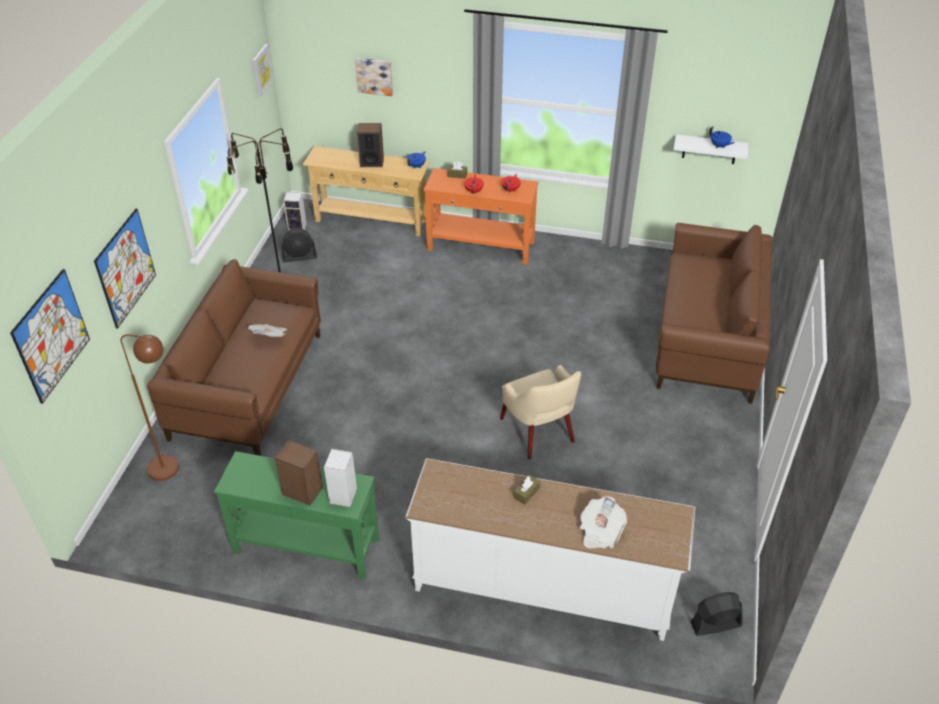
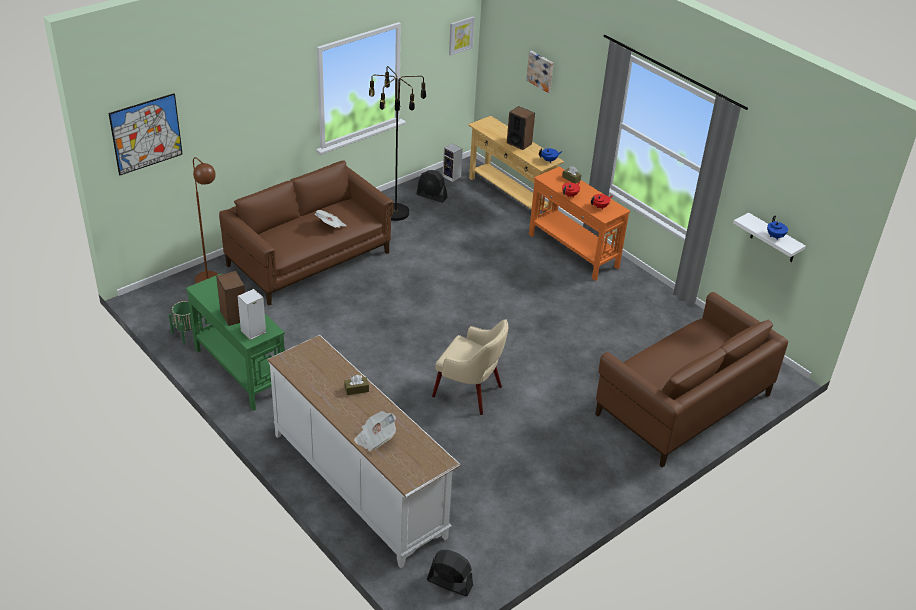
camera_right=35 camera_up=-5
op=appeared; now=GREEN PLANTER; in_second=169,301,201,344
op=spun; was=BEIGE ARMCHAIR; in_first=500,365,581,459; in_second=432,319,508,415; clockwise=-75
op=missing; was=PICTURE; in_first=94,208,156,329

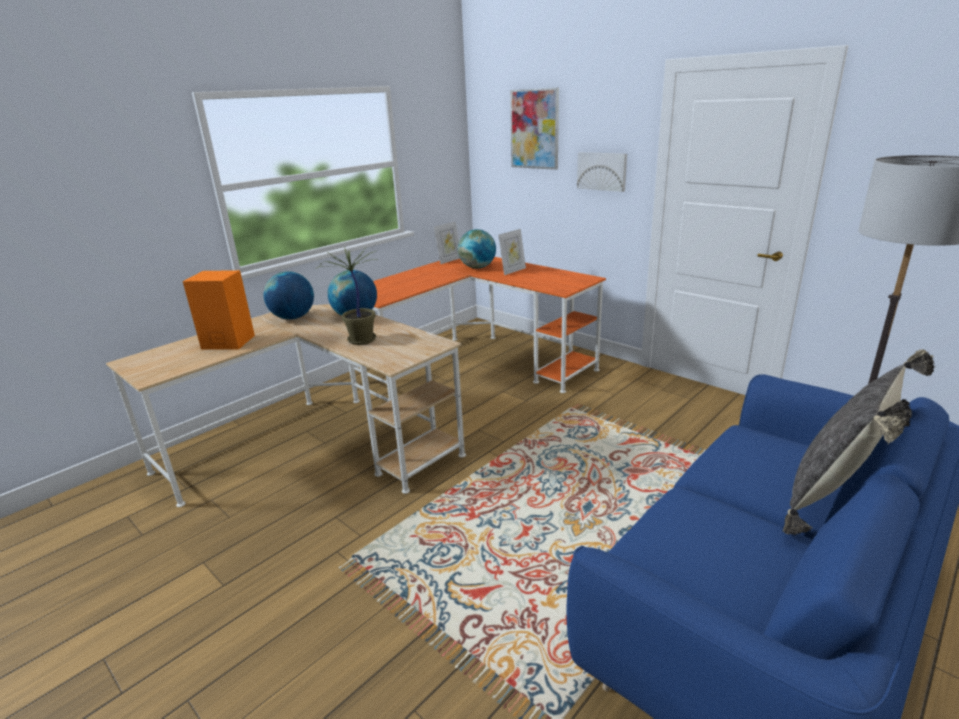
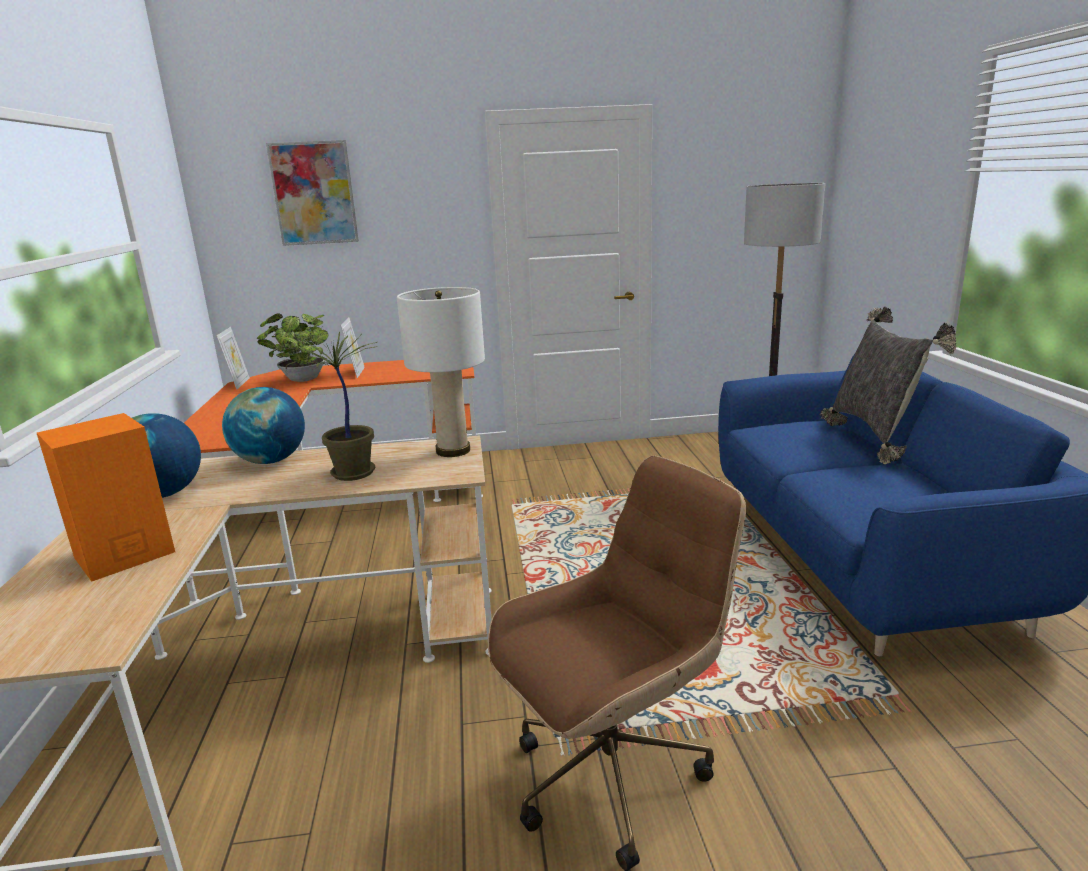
camera_right=-50 camera_up=-5
op=exchanged; was=GLOBE; now=POTTED PLANT; in_first=458,229,496,269; in_second=257,314,328,382
op=appeared; now=WHITE TABLE LAMP; in_second=397,287,485,457
op=appeared; now=BROWN OFFICE CHAIR; in_second=488,456,746,871
op=missing; was=PICTURE; in_first=577,152,627,192

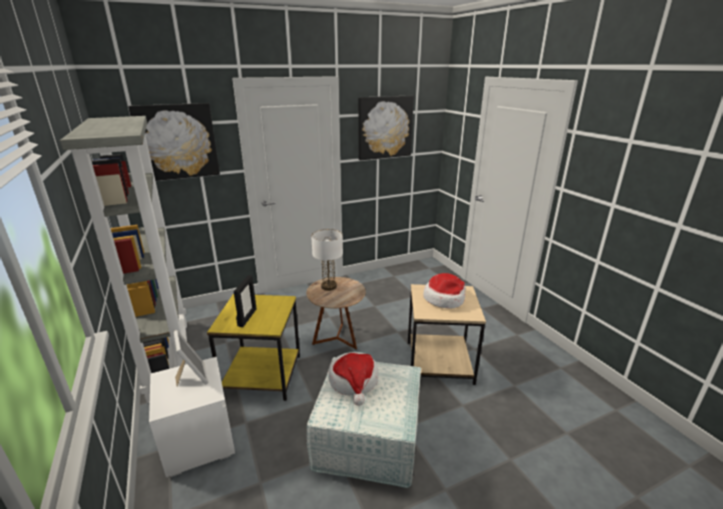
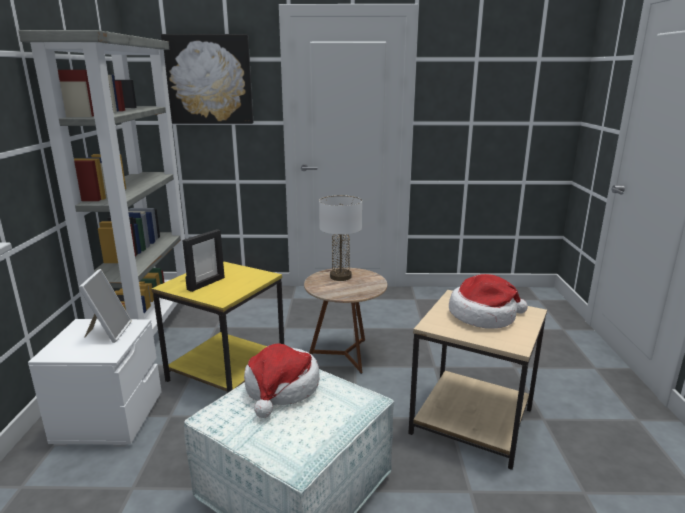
camera_right=25 camera_up=-5
op=missing; was=PICTURE; in_first=358,95,414,160

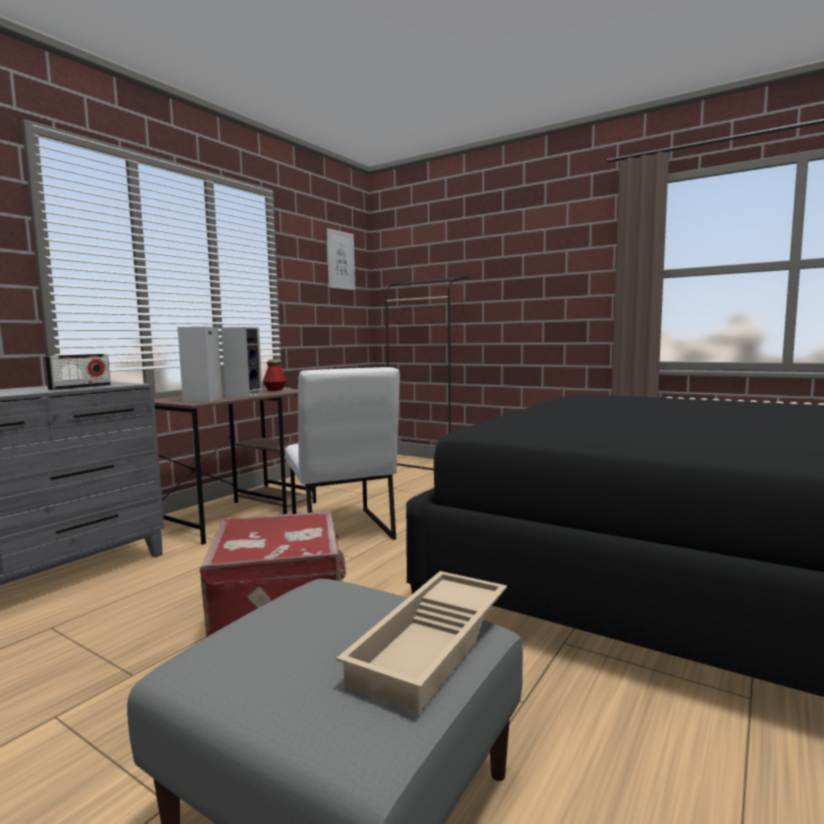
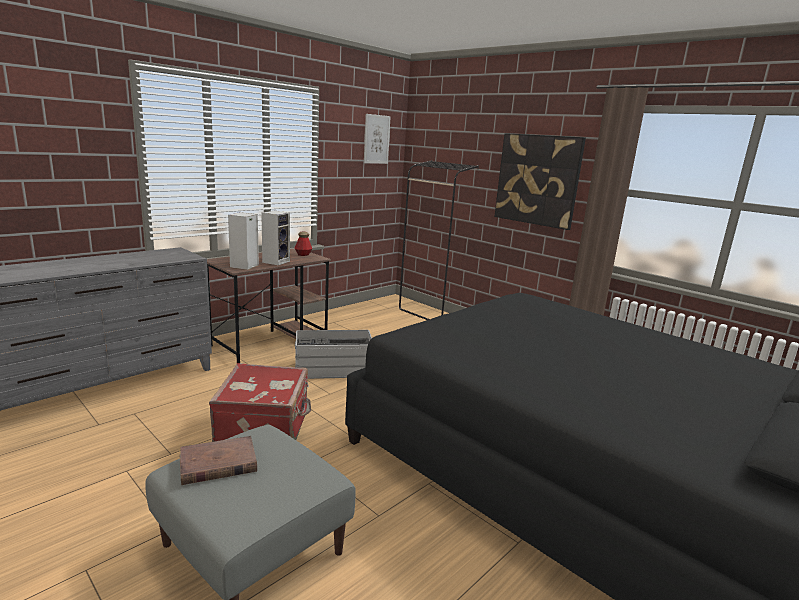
camera_right=10 camera_up=10
op=appeared; now=BROWN BOOK; in_second=180,436,257,485
op=exchanged; was=WHITE CHAIR; now=GREY STORAGE BOX; in_first=285,367,400,540; in_second=295,330,372,379
op=appeared; now=PICTURE; in_second=494,133,586,230
op=missing; was=RADIO; in_first=44,354,111,390
op=missing; was=BEIGE TRAY; in_first=336,571,507,714

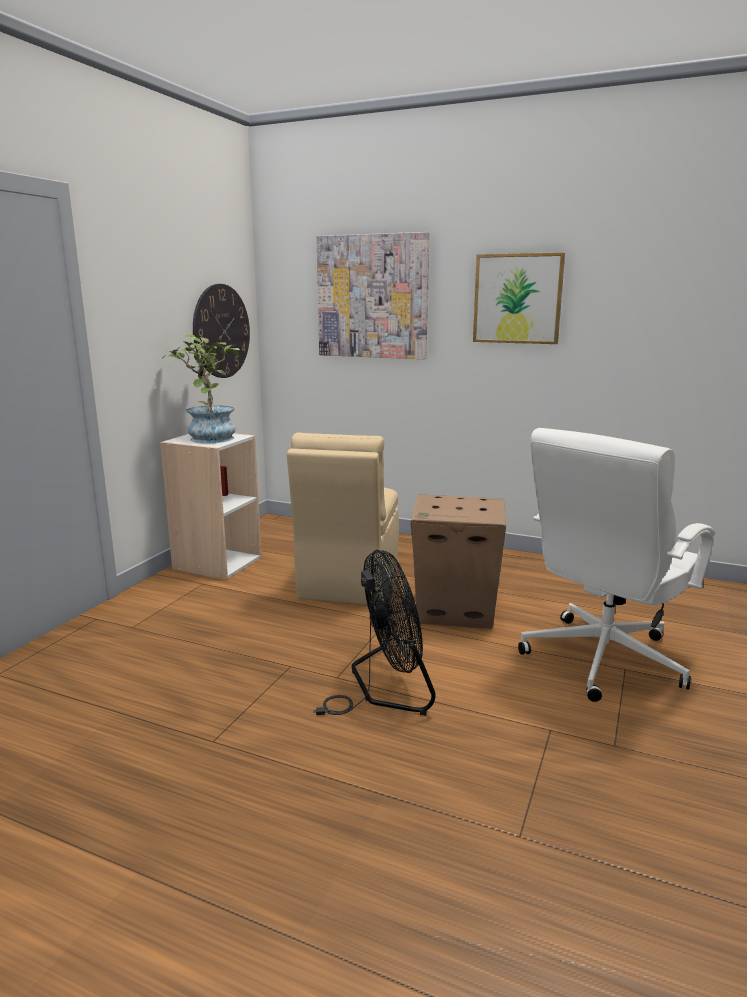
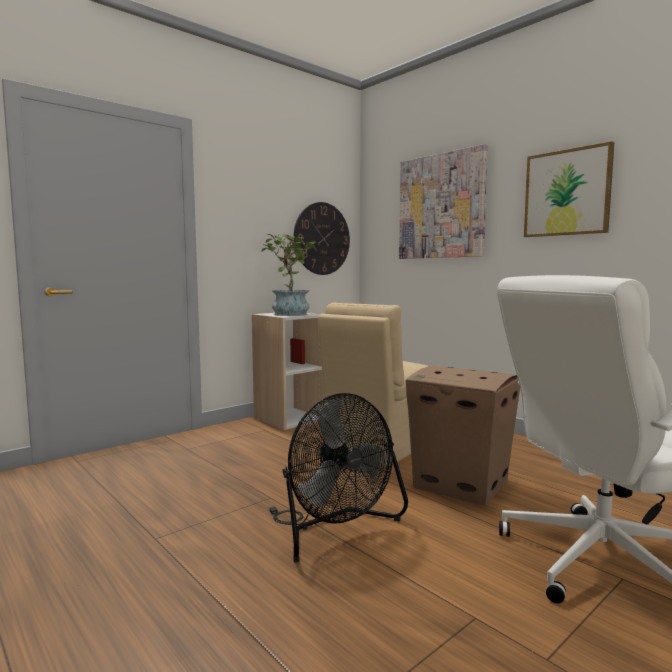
camera_right=25 camera_up=-10
op=spun; was=BLACK FAN; in_first=313,550,436,716; in_second=269,393,408,562; clockwise=45

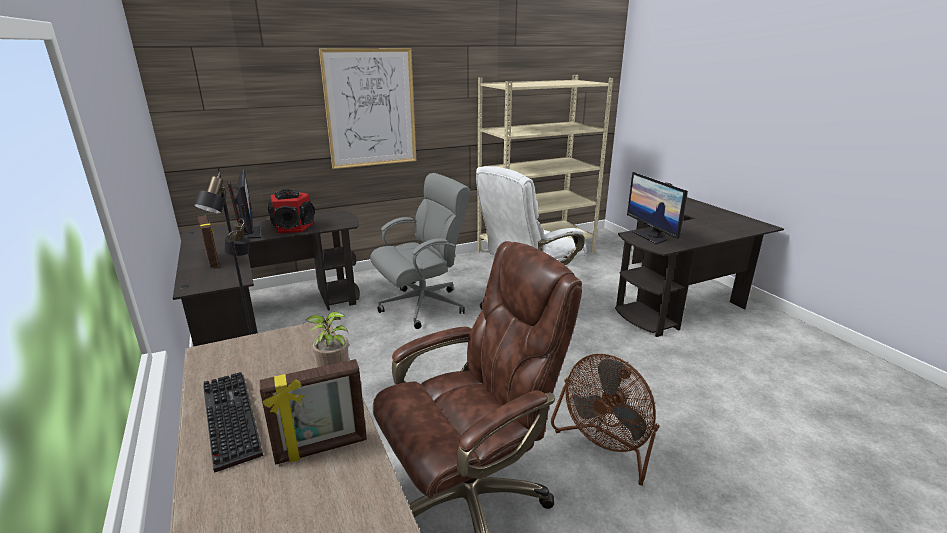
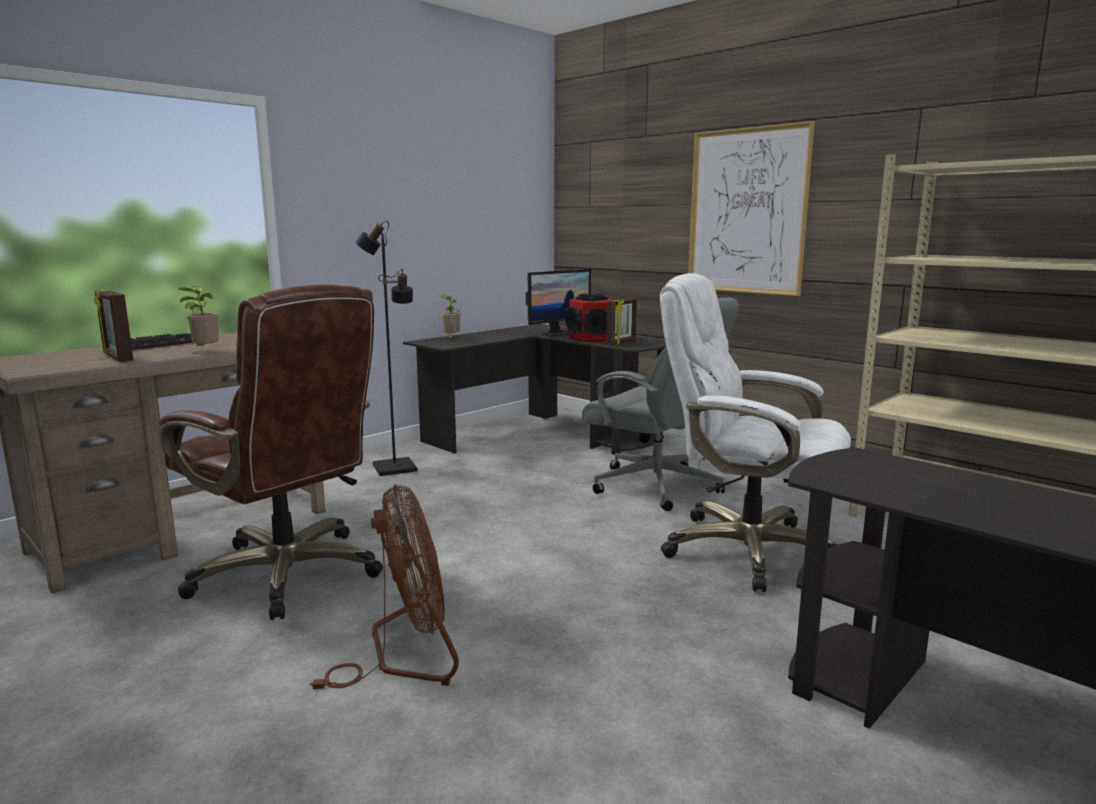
camera_right=70 camera_up=-10
op=spun; was=BROWN FAN; in_first=551,354,659,486; in_second=309,484,459,689; clockwise=135
op=appeared; now=POTTED PLANT; in_second=441,295,461,339
op=relocated; was=PICTURE FRAME; in_first=198,216,219,268; in_second=606,298,637,345
op=missing; was=MONITOR; in_first=627,172,688,245

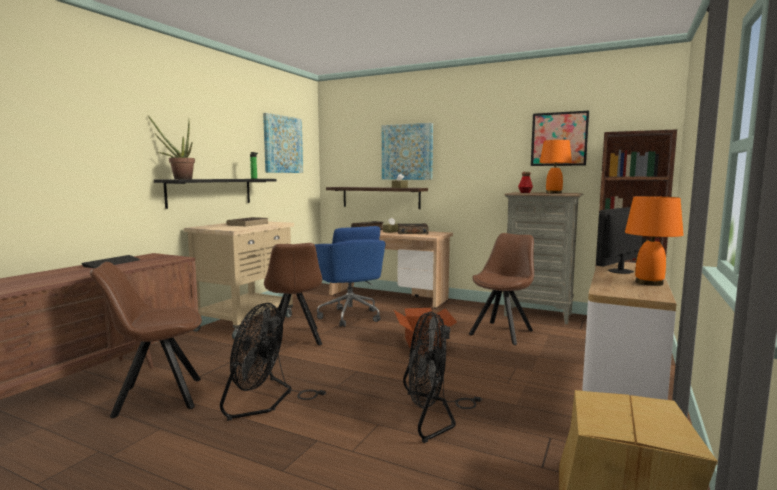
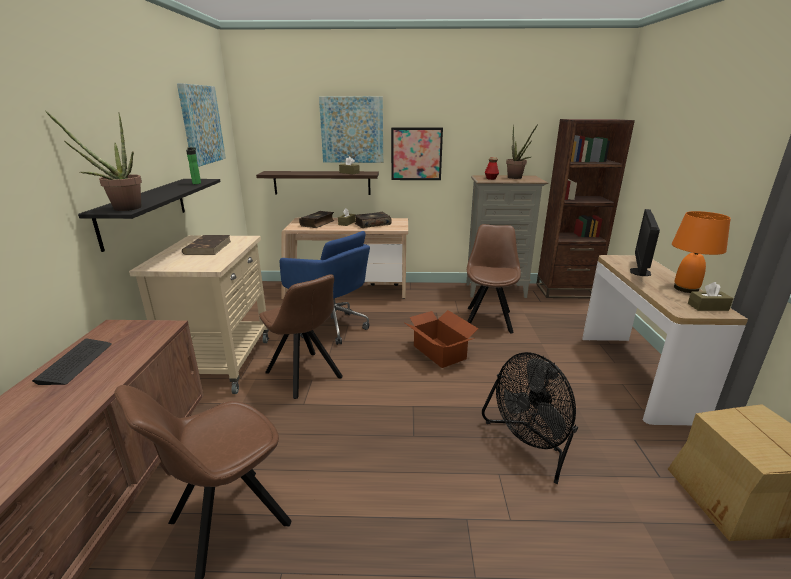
camera_right=-25 camera_up=15
op=relocated; was=PICTURE; in_first=531,111,589,166; in_second=391,127,443,180
op=exchanged; was=ORANGE TABLE LAMP; now=POTTED PLANT; in_first=539,140,572,193; in_second=506,124,538,179
op=appeared; now=BROWN TISSUE BOX; in_second=688,282,733,311
op=missing; was=BLACK FAN; in_first=220,303,326,421

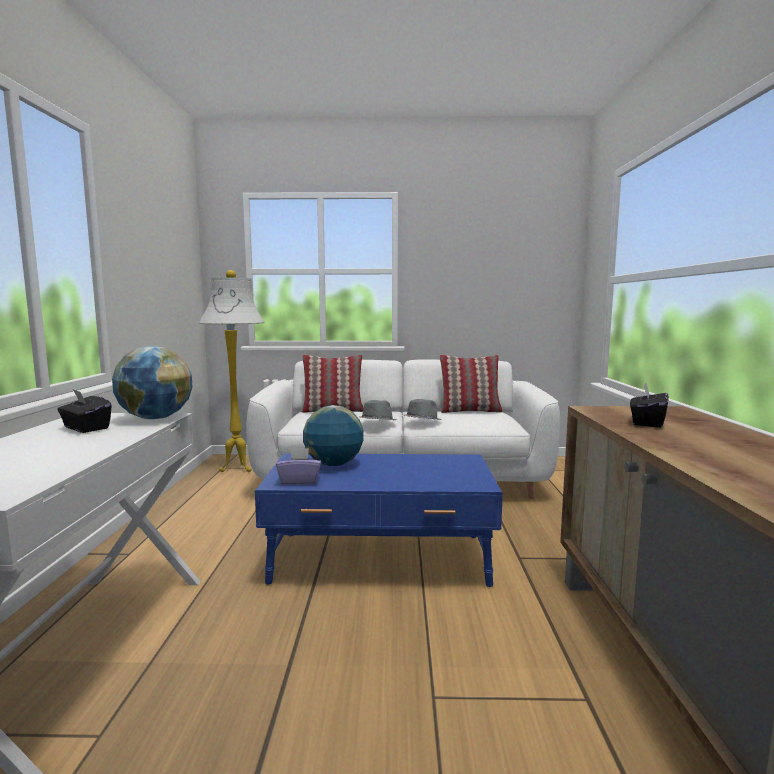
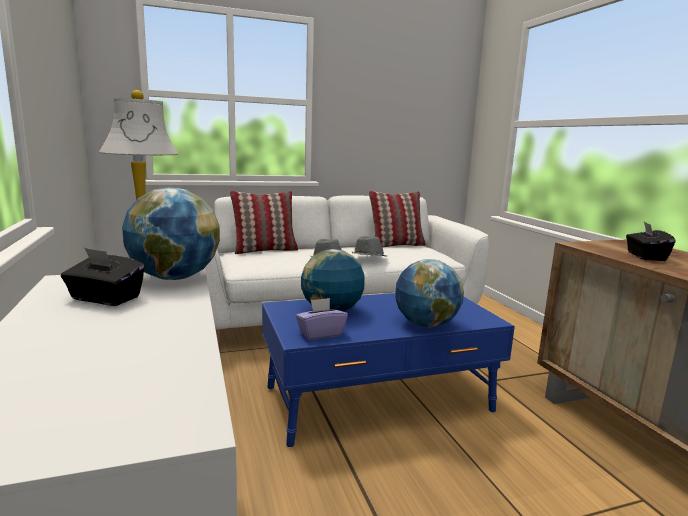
camera_right=-20 camera_up=5
op=appeared; now=GLOBE; in_second=395,259,464,327

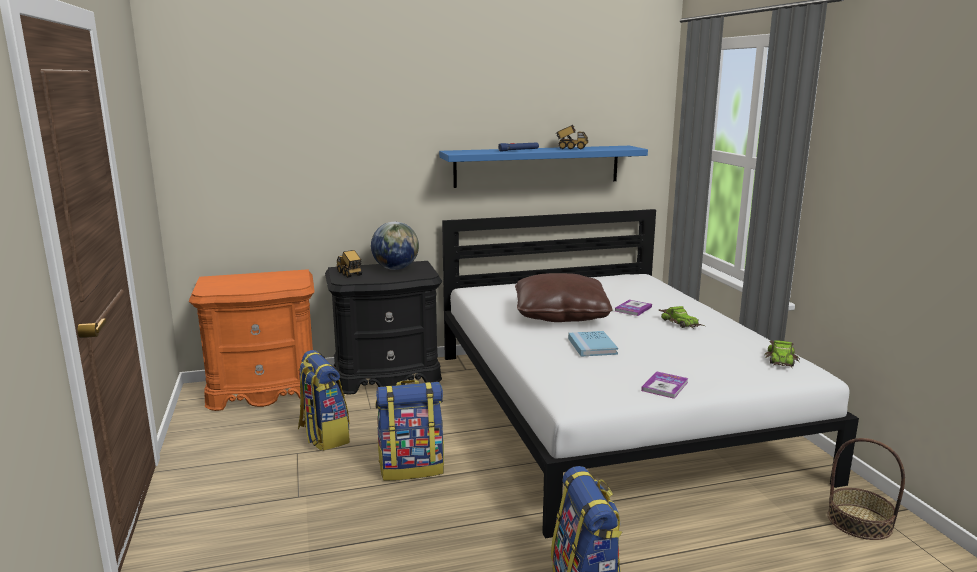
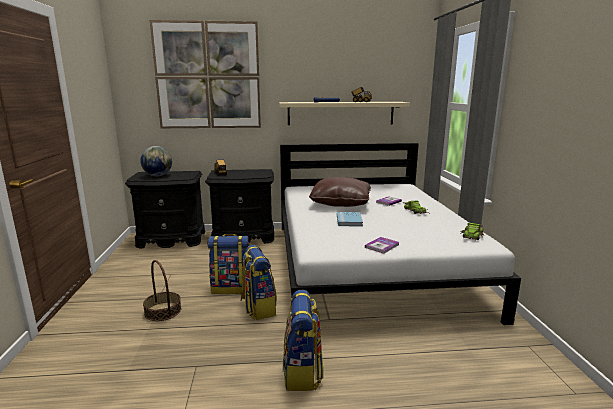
camera_right=10 camera_up=0
op=colour; was=ORANGE NIGHTSTAND; now=BLACK NIGHTSTAND; in_first=189,269,314,411; in_second=125,171,206,248
op=relocated; was=GLOBE; in_first=371,222,419,270; in_second=140,146,172,176
op=relocated; was=BASKET; in_first=828,438,905,540; in_second=143,260,182,321
op=appeared; now=PICTURE; in_second=150,20,261,128
op=relocated; was=BACKPACK; in_first=298,350,350,451; in_second=241,245,277,320
op=colour; was=BLUE SHELF; now=BEIGE SHELF; in_first=439,146,648,188; in_second=279,102,410,125

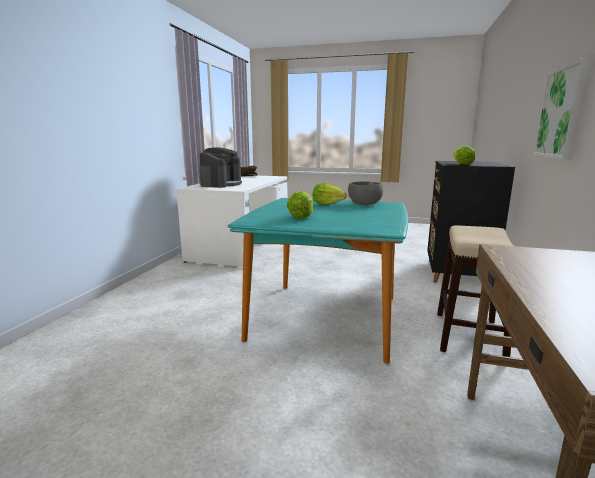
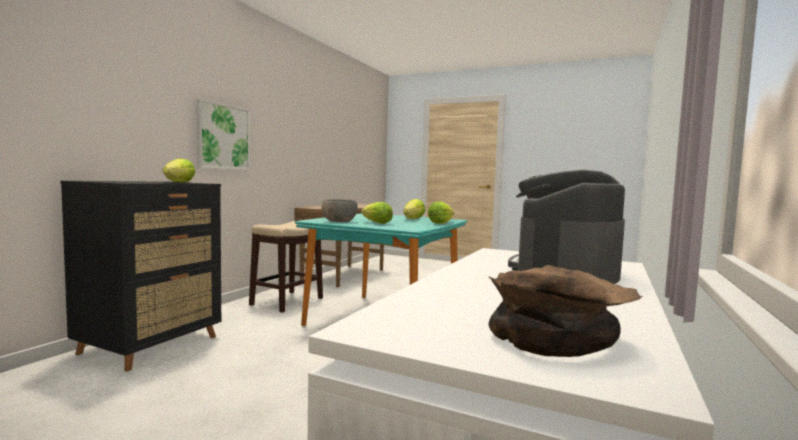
camera_right=-170 camera_up=-10
op=appeared; now=LETTUCE; in_second=428,202,454,224

